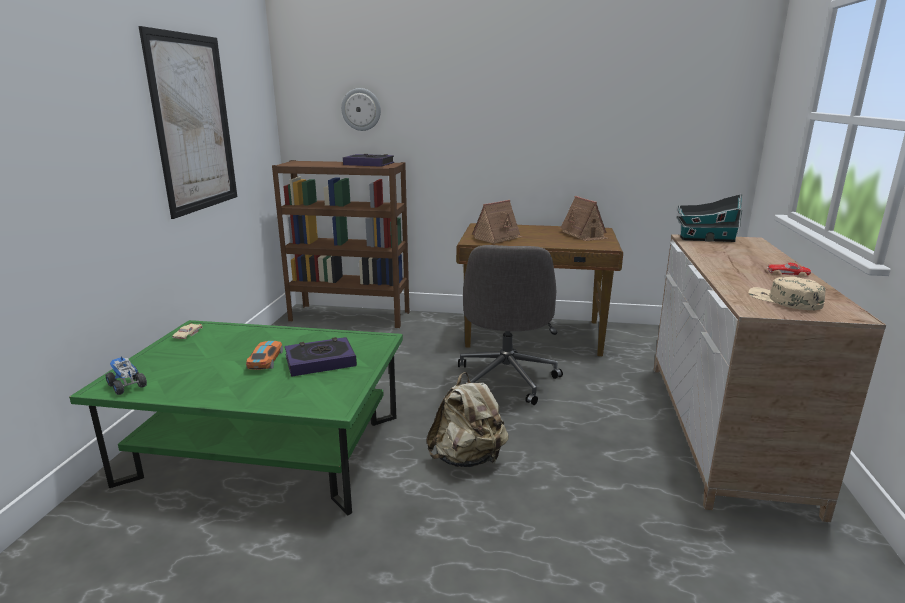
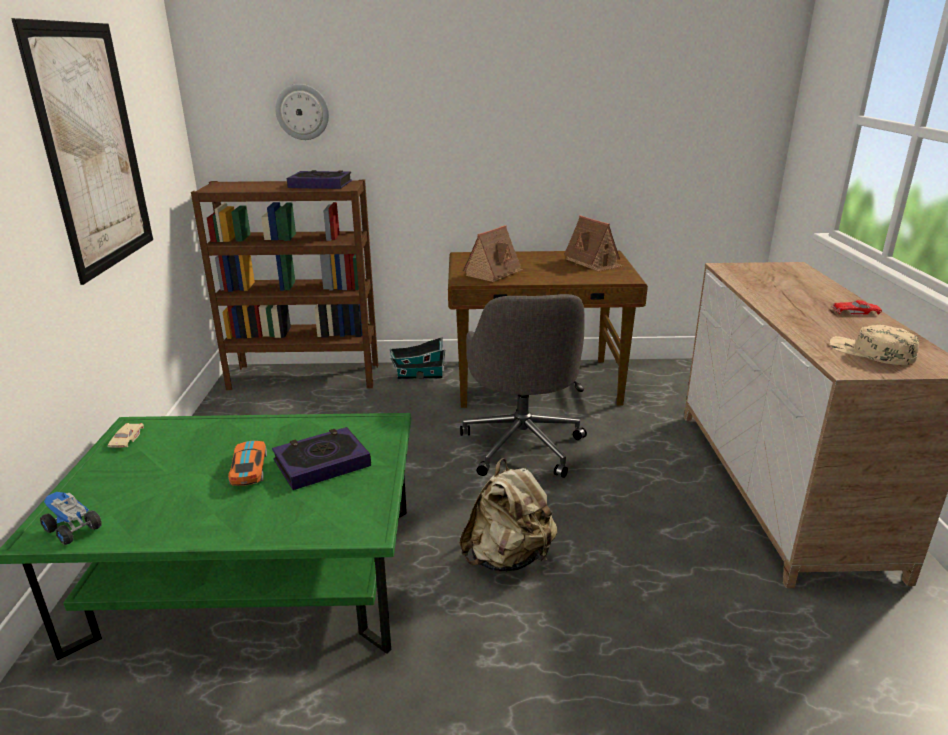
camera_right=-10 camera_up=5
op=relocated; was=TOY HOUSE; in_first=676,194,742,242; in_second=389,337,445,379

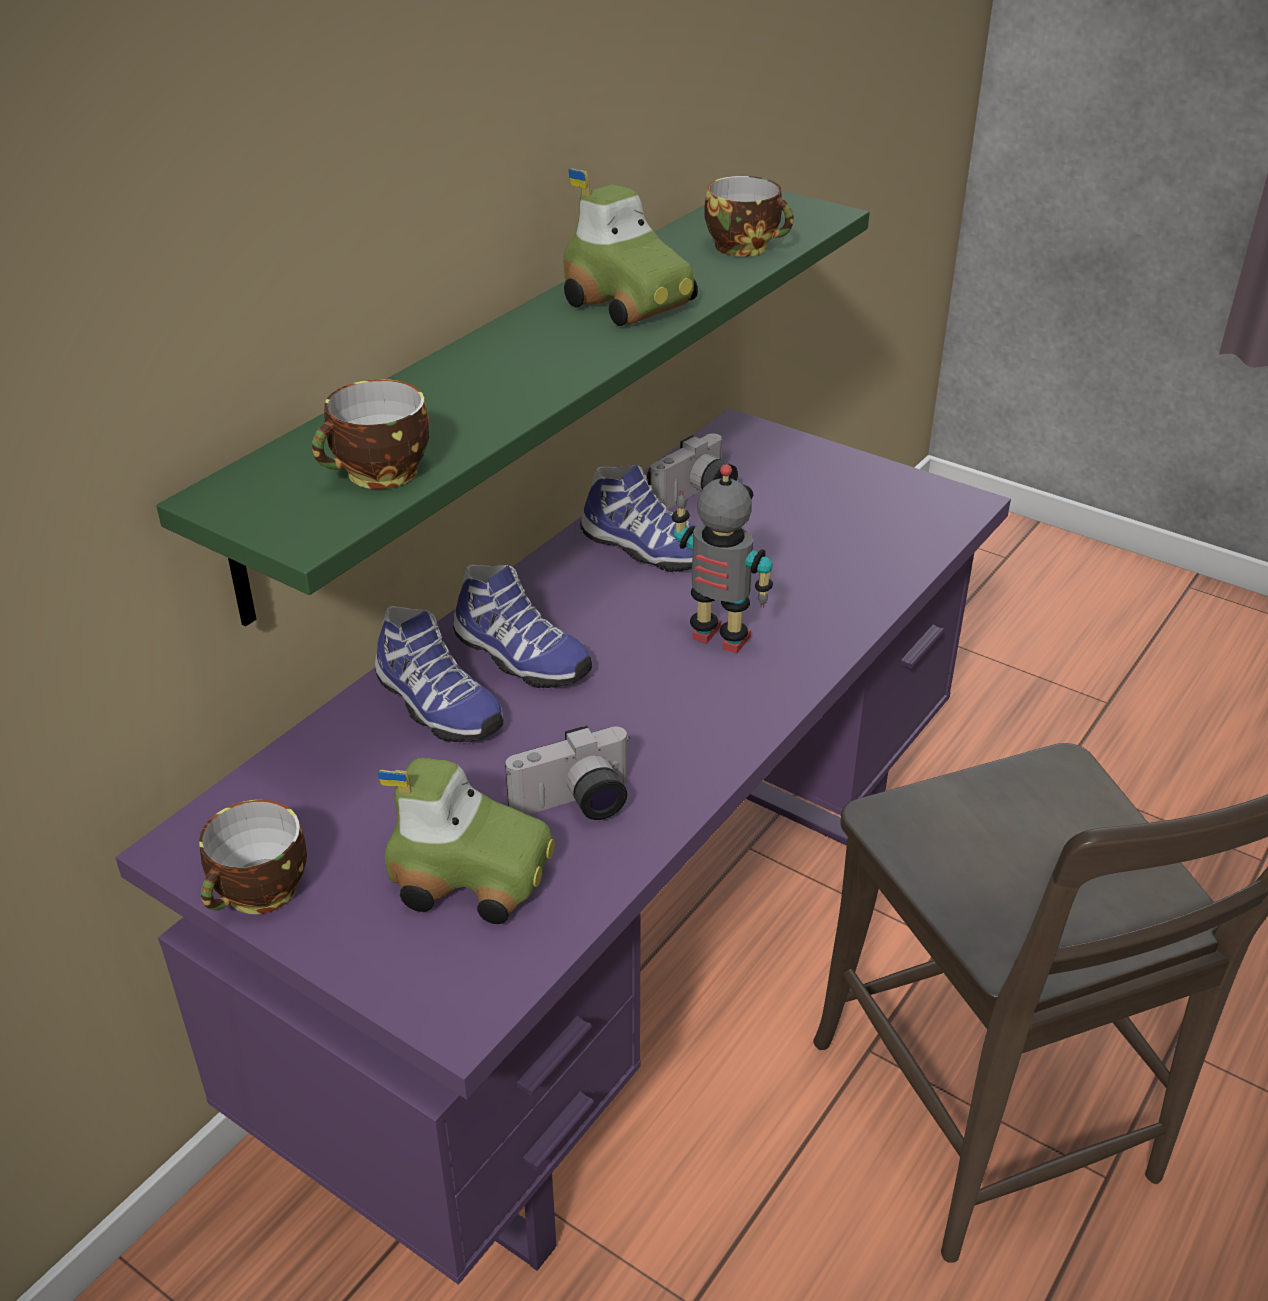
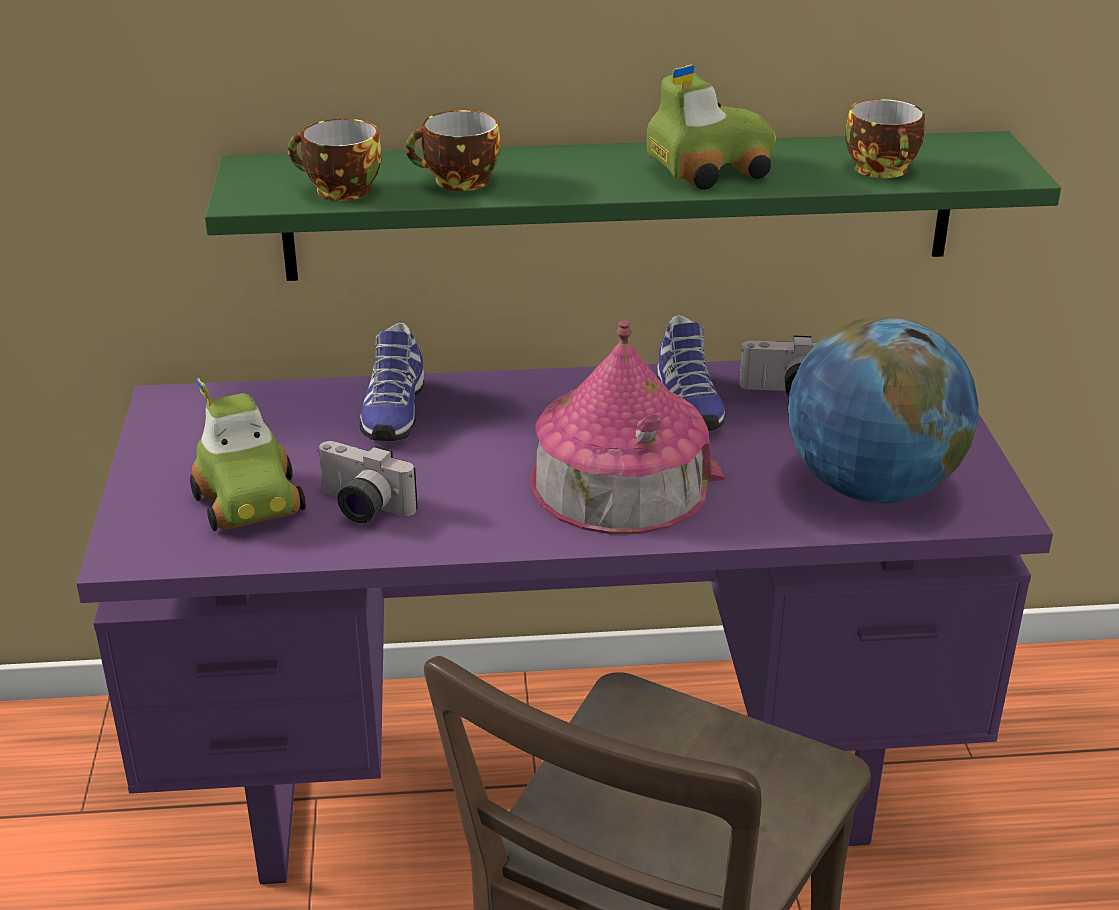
camera_right=50 camera_up=-5
op=relocated; was=CUP; in_first=199,800,307,914; in_second=406,110,501,191
op=exchanged; was=TOY ROBOT; now=TOY HOUSE; in_first=671,464,773,654; in_second=531,321,725,534
op=spun; was=TOY CAR; in_first=564,169,698,326; in_second=647,64,776,190; clockwise=-120
op=appeared; now=GLOBE; in_second=788,317,979,503
op=missing; was=SHOE; in_first=453,565,592,688

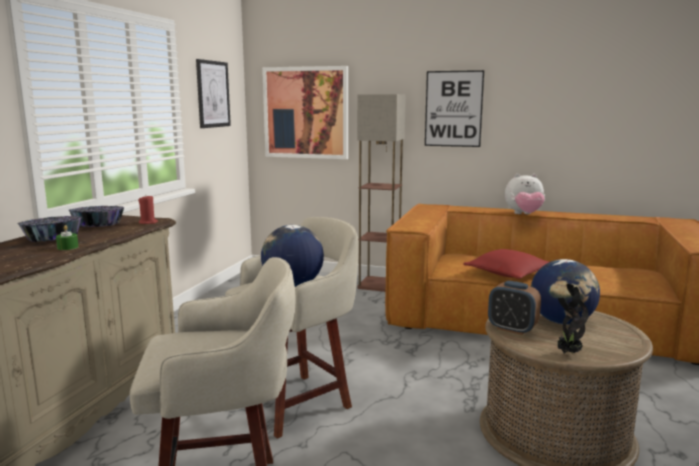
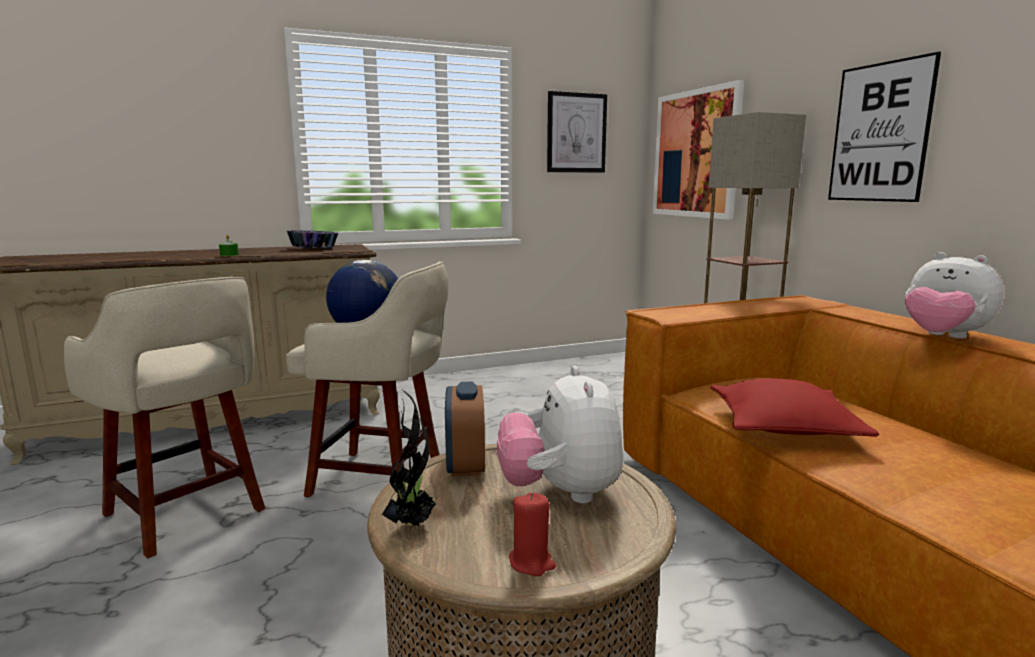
camera_right=50 camera_up=0
op=exchanged; was=GLOBE; now=PLUSH TOY; in_first=531,259,600,325; in_second=497,366,623,504
op=relocated; was=RED CANDLE; in_first=138,196,158,224; in_second=509,492,556,576
op=missing; was=BOWL; in_first=18,216,82,242

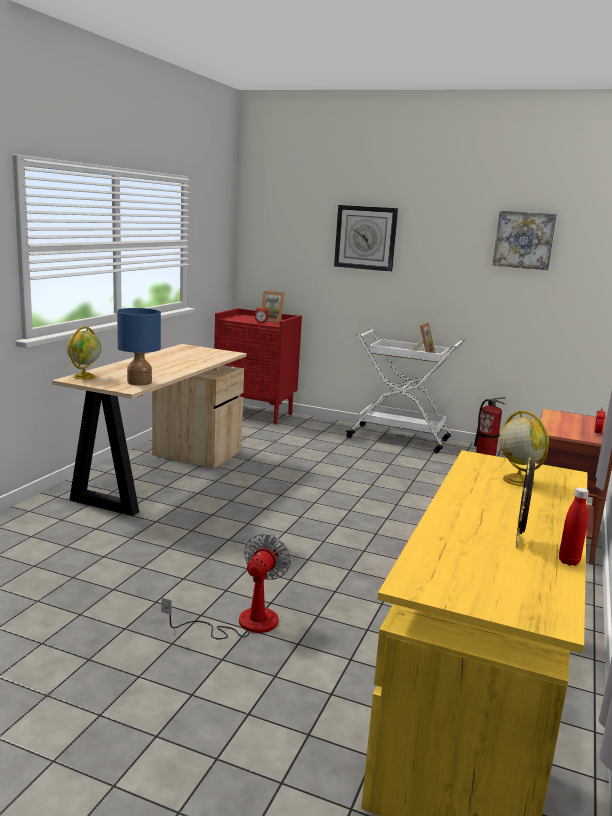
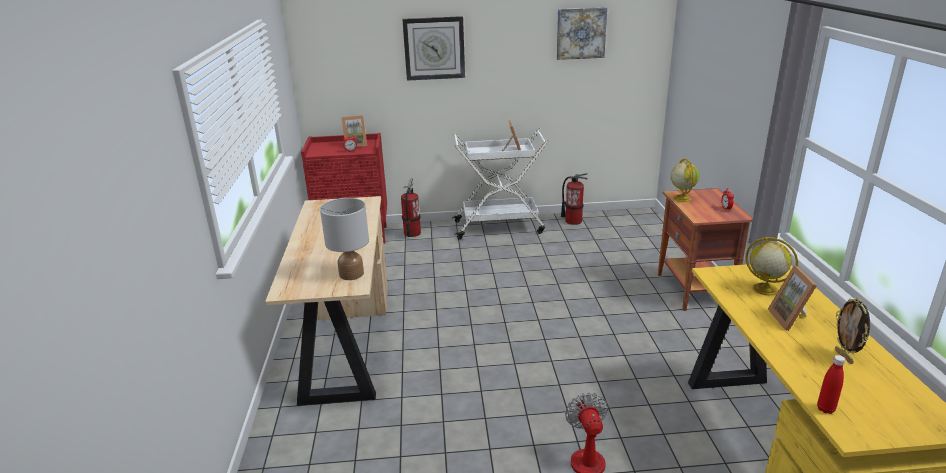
camera_right=-25 camera_up=10
op=colour; was=BLUE TABLE LAMP; now=GREY TABLE LAMP; in_first=117,308,161,386; in_second=320,198,369,280
op=appeared; now=FIRE EXTINGUISHER; in_second=401,178,421,237
op=relocated; was=GLOBE; in_first=66,326,101,379; in_second=671,158,699,202
op=appeared; now=PICTURE FRAME; in_second=768,265,817,331
op=relocated; was=RED BOTTLE; in_first=559,487,589,566; in_second=817,355,846,414

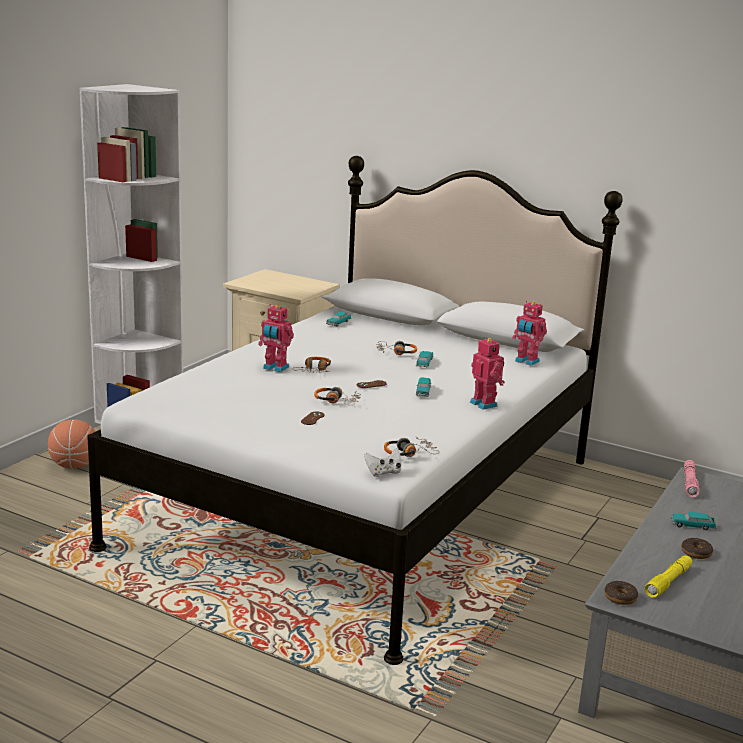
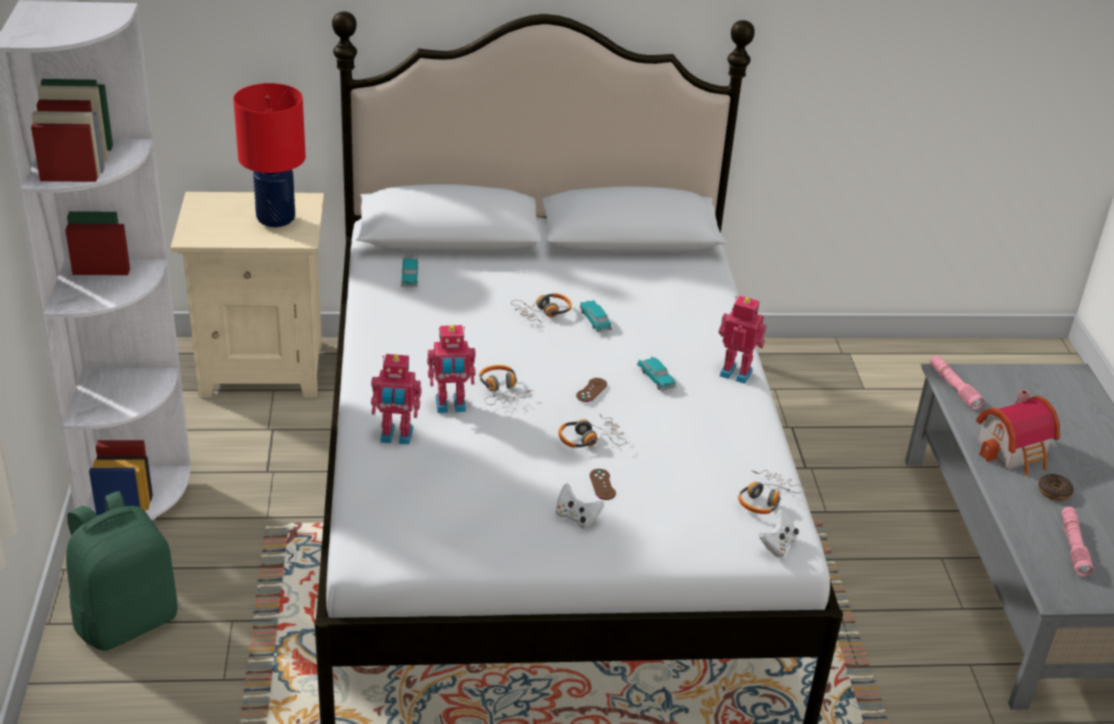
camera_right=-35 camera_up=15
op=exchanged; was=BASKETBALL; now=GREEN BACKPACK; in_first=48,420,95,469; in_second=66,491,177,651
op=appeared; now=RED TABLE LAMP; in_second=233,83,306,227
op=relocated; was=TOY ROBOT; in_first=512,301,547,366; in_second=371,354,422,445
op=appeared; now=WHITE GAME CONTROLLER; in_second=556,484,604,529
op=exchanged; was=TOY CAR; now=TOY HOUSE; in_first=671,512,717,530; in_second=976,389,1060,476
op=colour; was=YELLOW FLASHLIGHT; now=PINK FLASHLIGHT; in_first=645,556,692,598; in_second=1062,507,1093,576
op=missing; was=DONUT; in_first=604,581,638,605

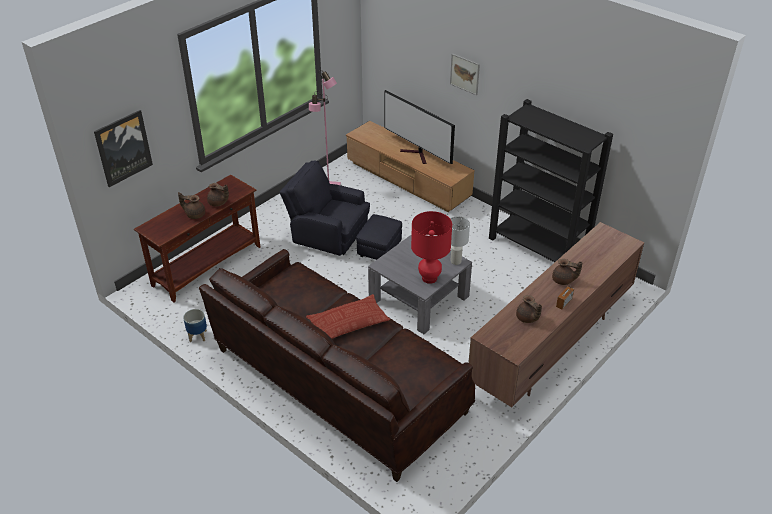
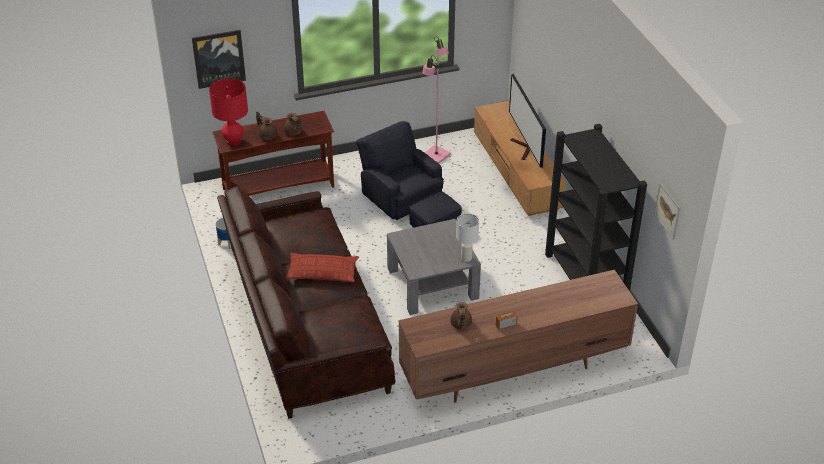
camera_right=30 camera_up=0
op=relocated; was=RED TABLE LAMP; in_first=411,211,452,284; in_second=209,78,248,146
op=relocated; was=PICTURE; in_first=450,53,480,95; in_second=654,183,681,240
op=missing; was=BROWN TEAPOT; in_first=552,259,583,285

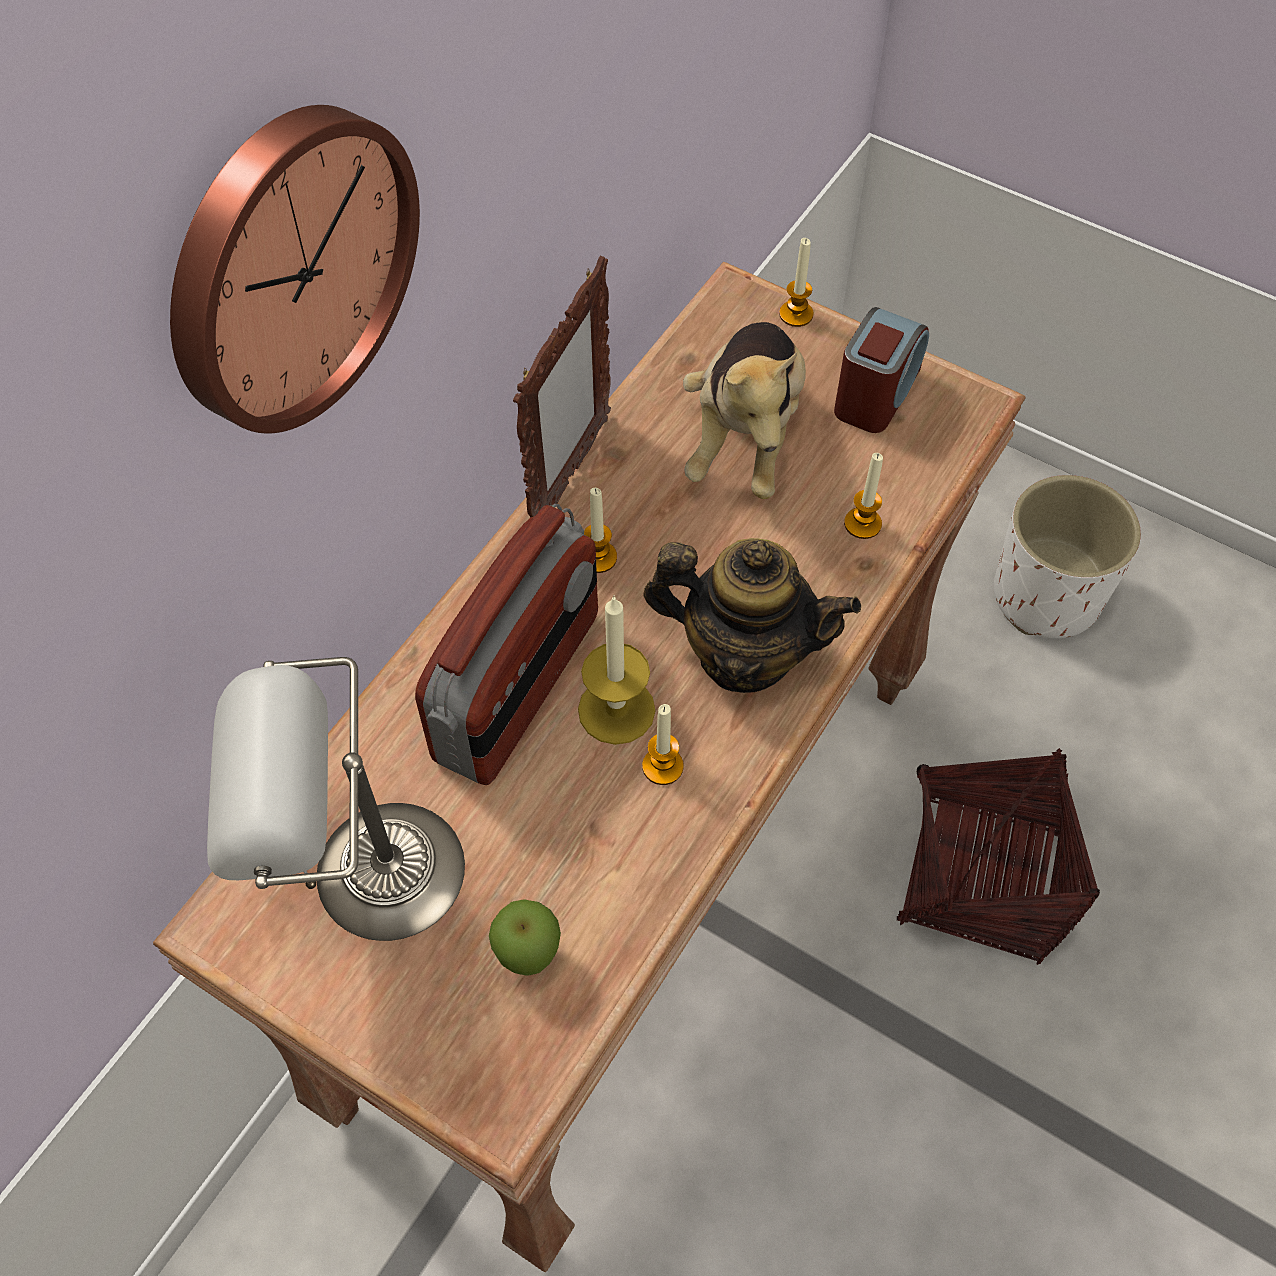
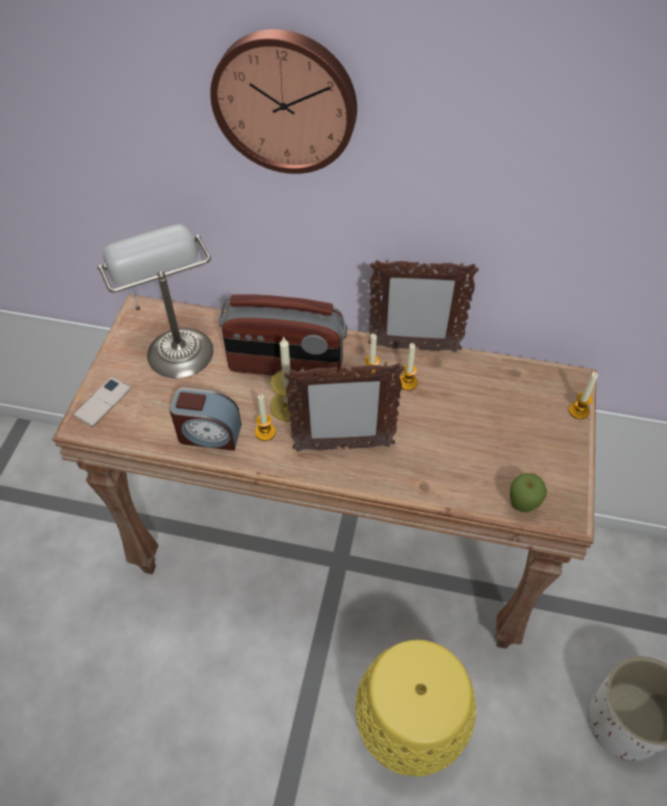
camera_right=70 camera_up=-5
op=appeared; now=PHONE; in_second=73,377,132,427
op=relocated; was=ALARM CLOCK; in_first=834,307,929,433; in_second=169,388,241,451
op=exchanged; was=TEAPOT; now=PICTURE FRAME; in_first=643,538,861,693; in_second=284,363,404,452
op=exchanged; was=BASKET; now=YELLOW STOOL; in_first=897,748,1100,965; in_second=356,640,476,776
op=relocated; was=CANDLE; in_first=844,453,883,539; in_second=400,343,418,390
op=relocated; was=APPLE; in_first=489,899,561,976; in_second=510,473,547,513
op=missing; was=PLUSH TOY; in_first=683,322,806,499

